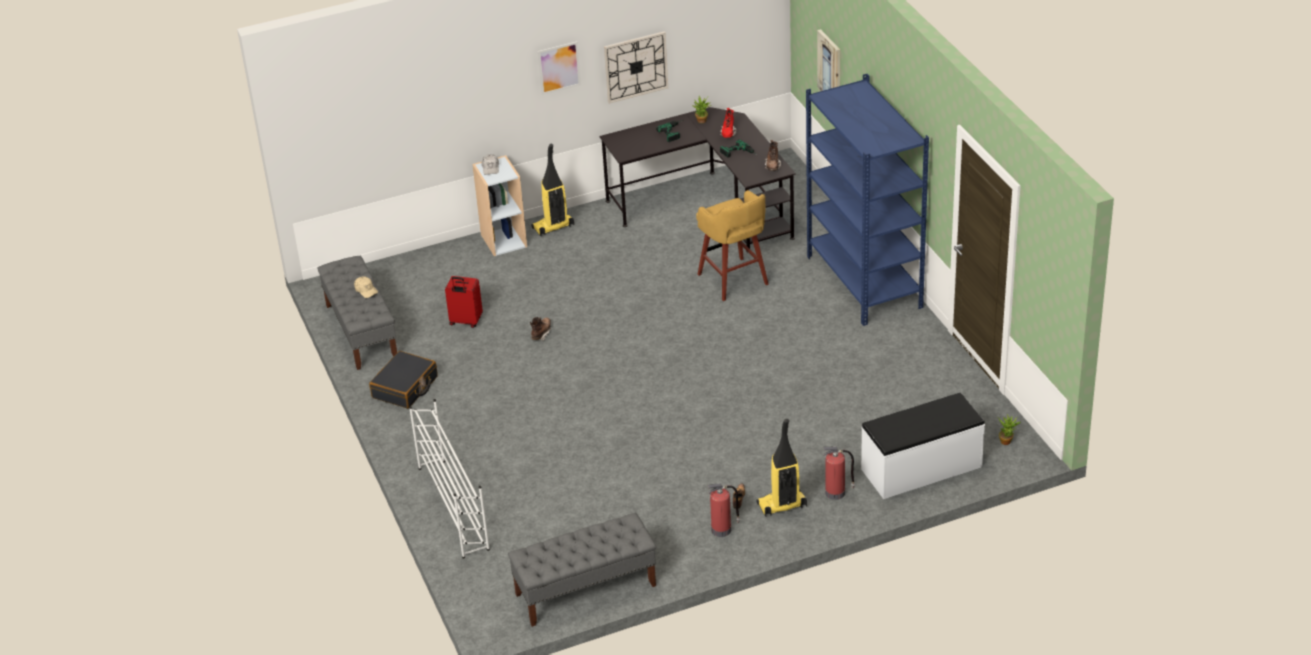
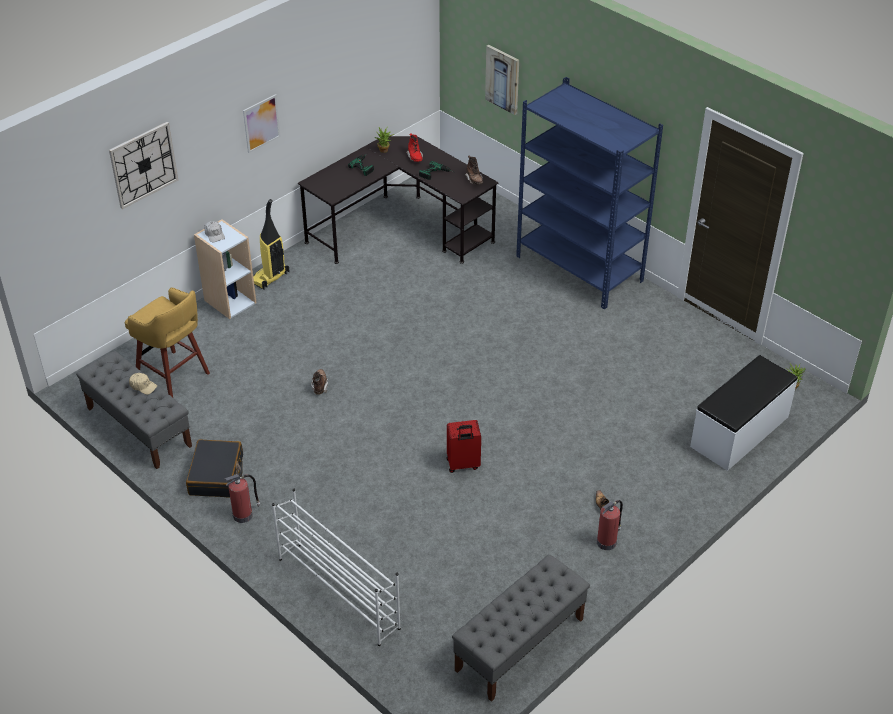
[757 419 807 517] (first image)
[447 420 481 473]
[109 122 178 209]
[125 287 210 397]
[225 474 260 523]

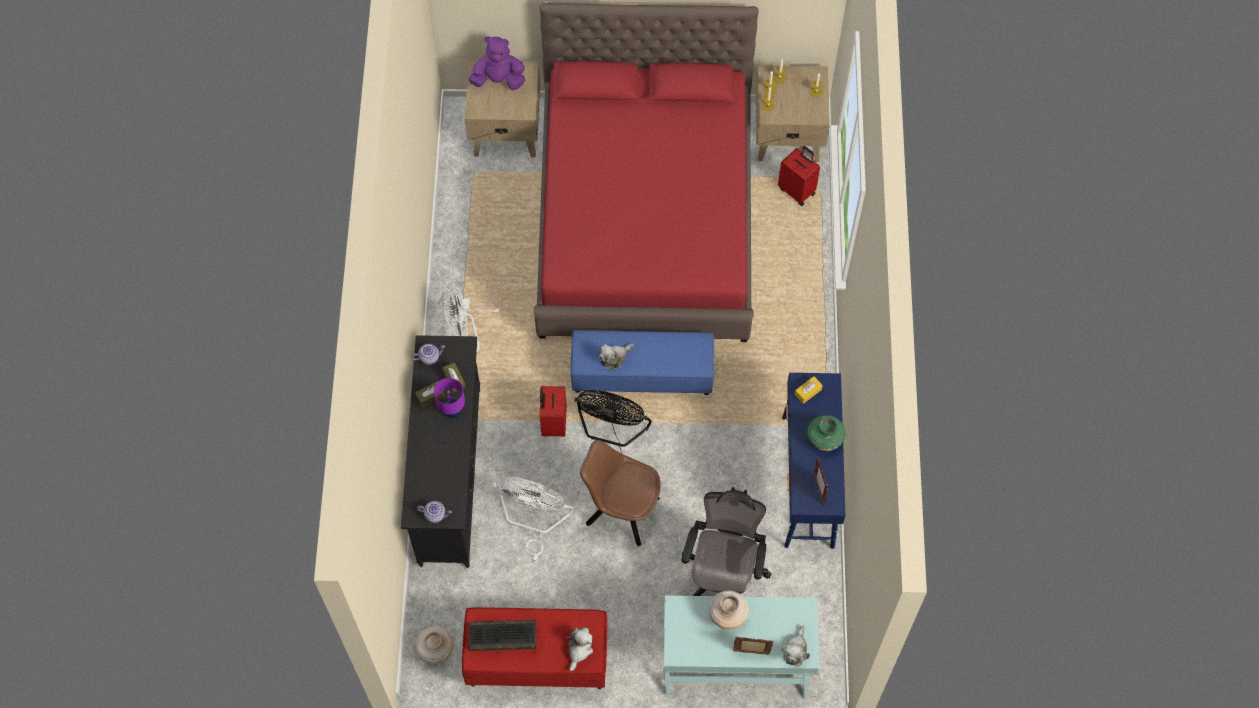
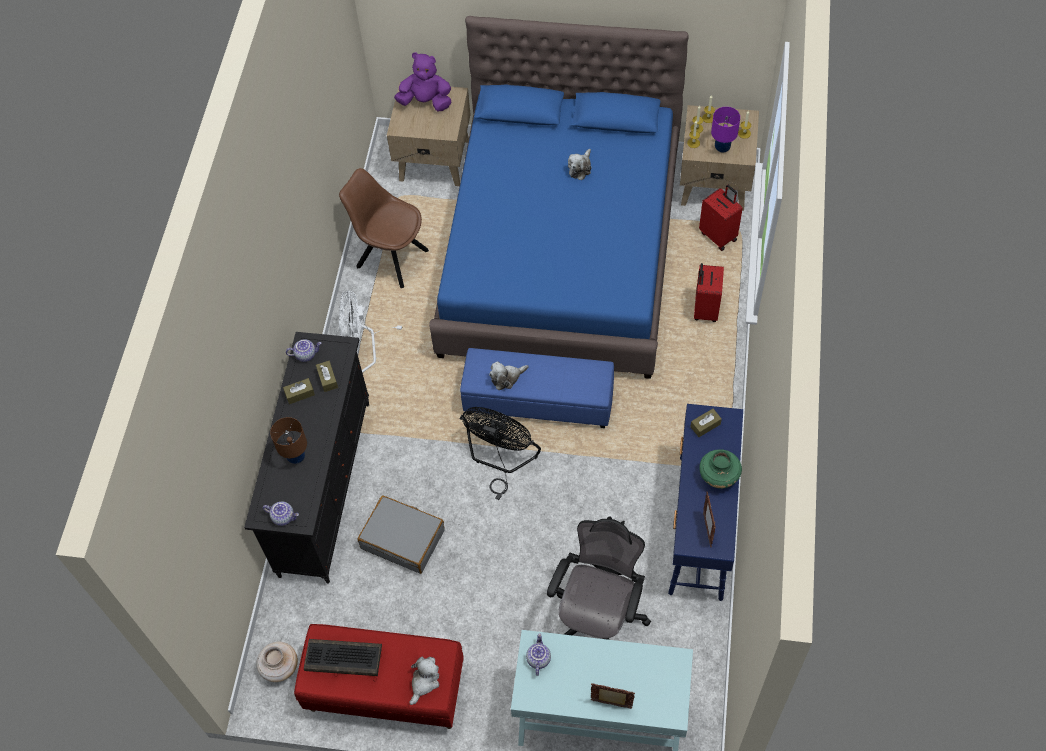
[709 591 749 629] (first image)
[270 417 307 464]
[526 633 551 676]
[711 107 740 152]
[694 263 724 322]
[339 168 429 288]
[568 149 592 180]
[357 496 445 574]
[429 16 689 379]
[690 409 722 437]

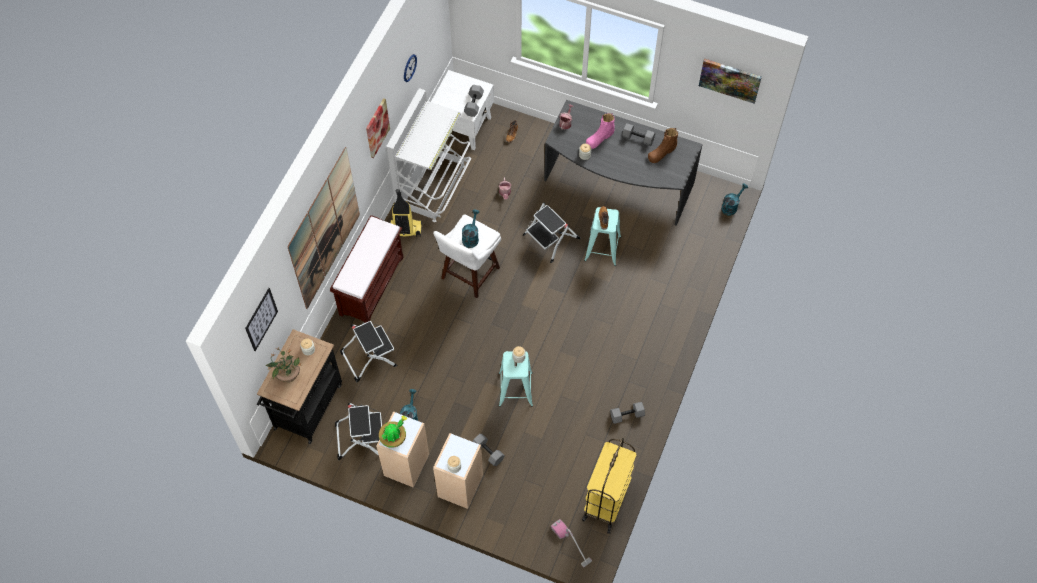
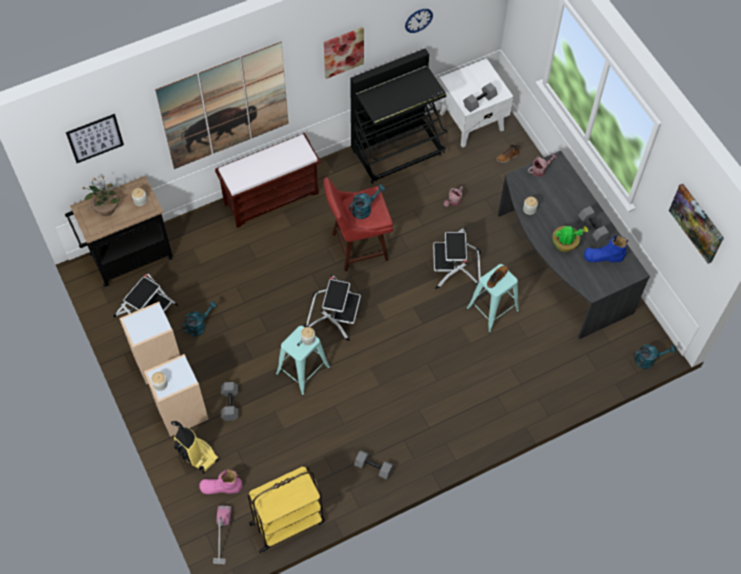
[305 275 361 341]
[552 226 589 252]
[171 421 219 474]
[199 470 242 494]
[350 49 447 184]
[324 177 393 272]
[584 235 628 263]

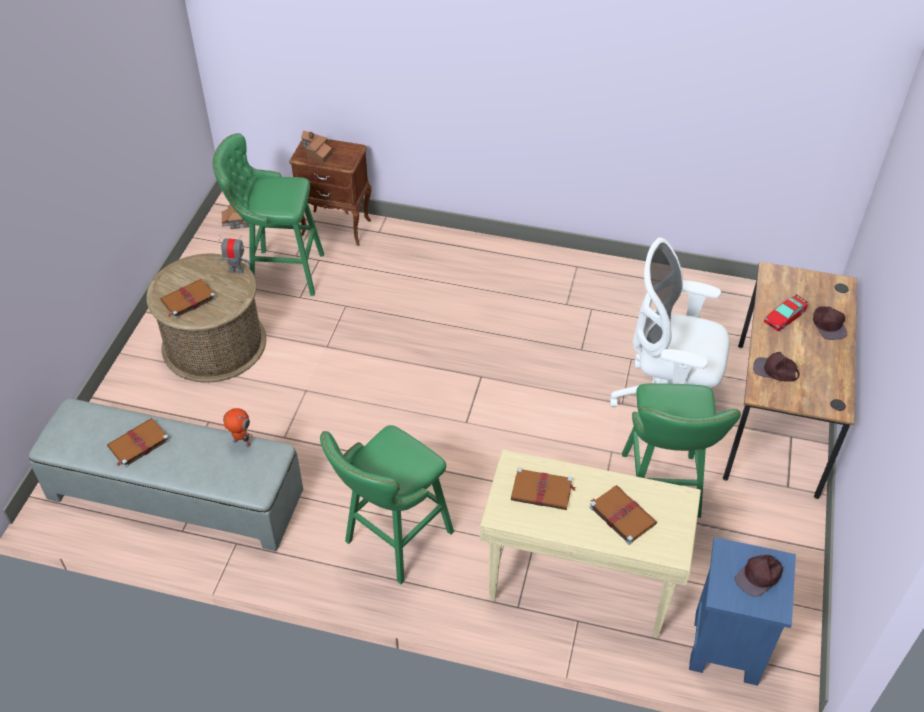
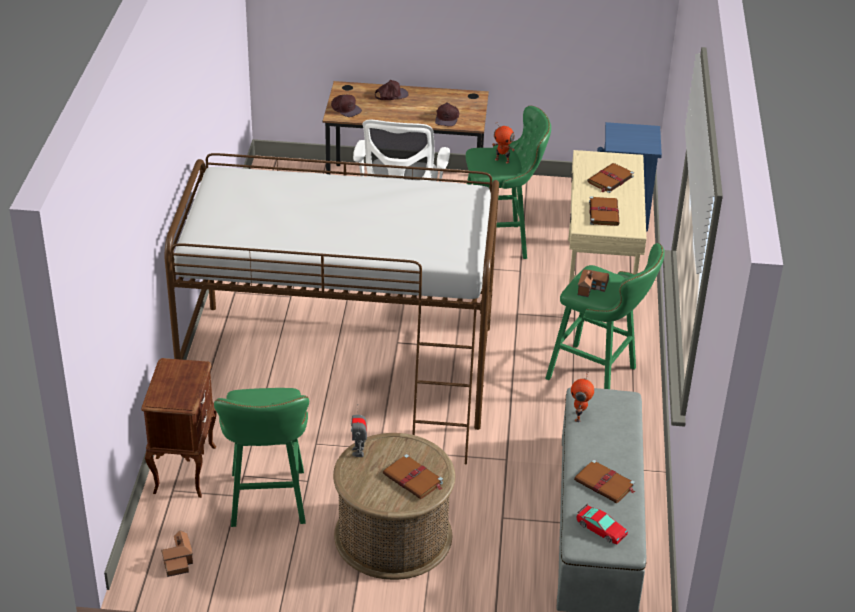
[165 153 499 465]
[492 121 515 164]
[578 270 609 297]
[331 94 362 117]
[576 504 628 544]

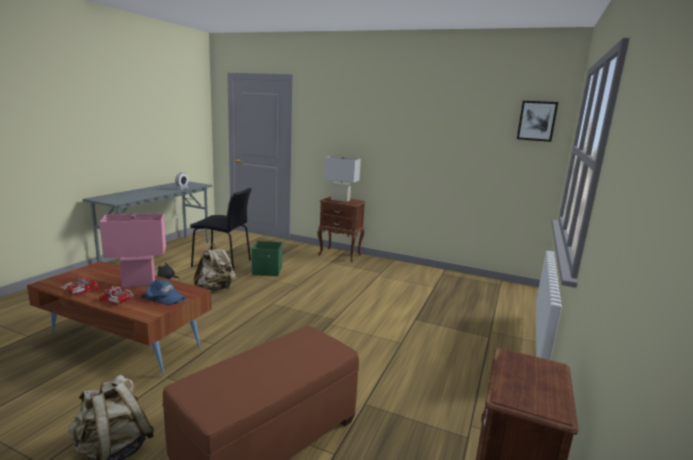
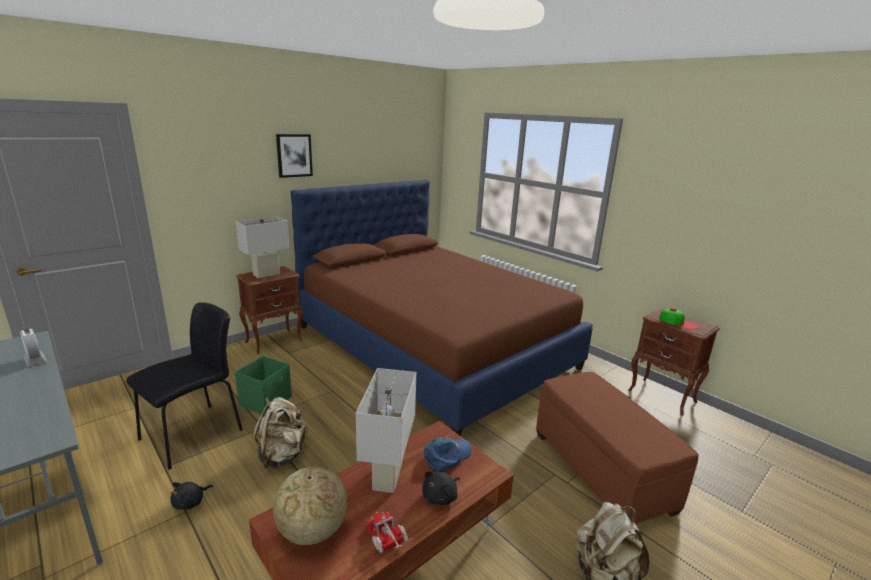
[273 467 347 545]
[291 180 593 436]
[659 308 698 330]
[276 134 313 178]
[422 471 460 505]
[356 368 416 493]

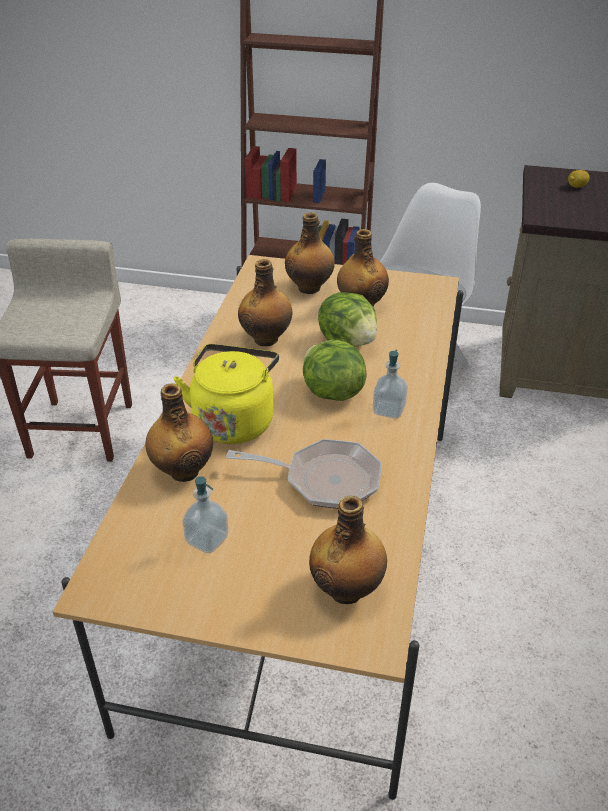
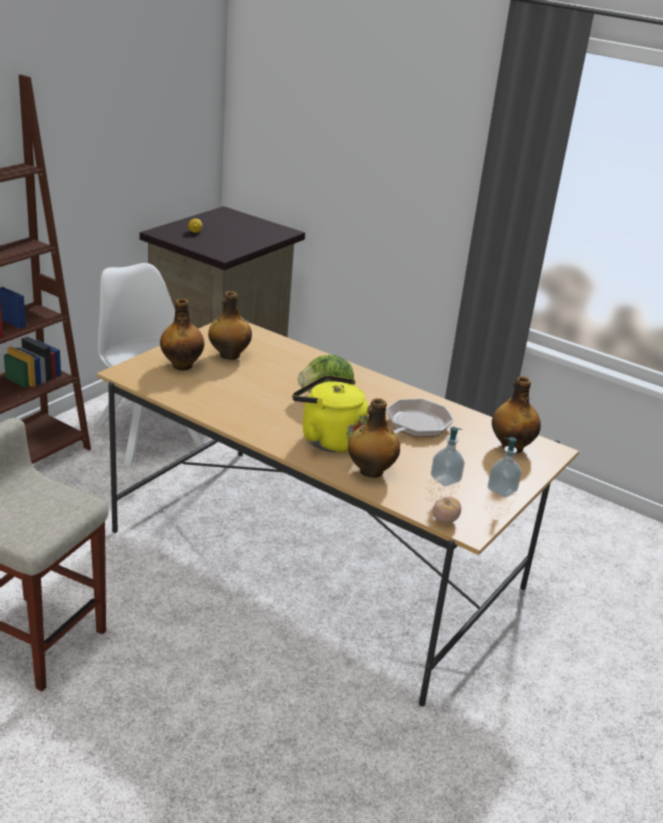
[238 259 292 346] (first image)
[318 292 377 347] (first image)
[433 497 461 523]
[488 437 522 498]

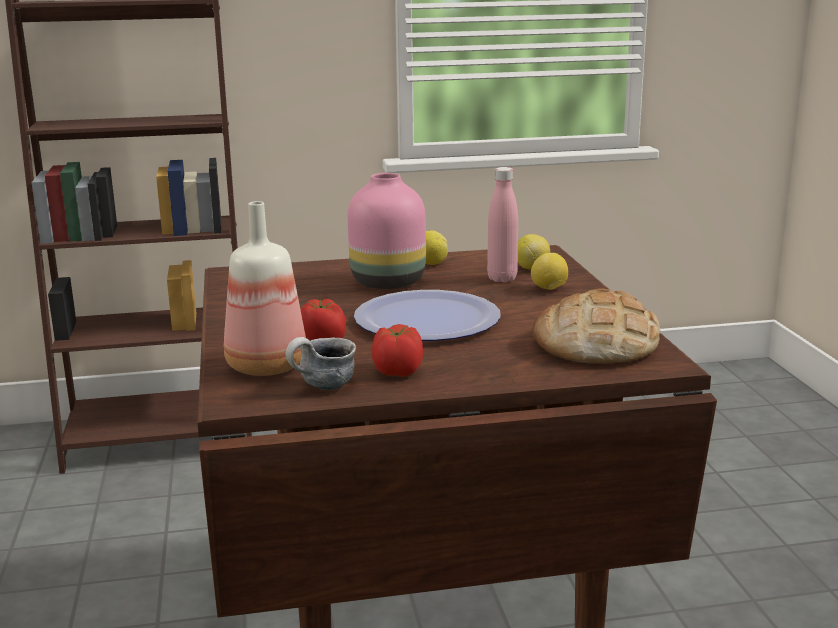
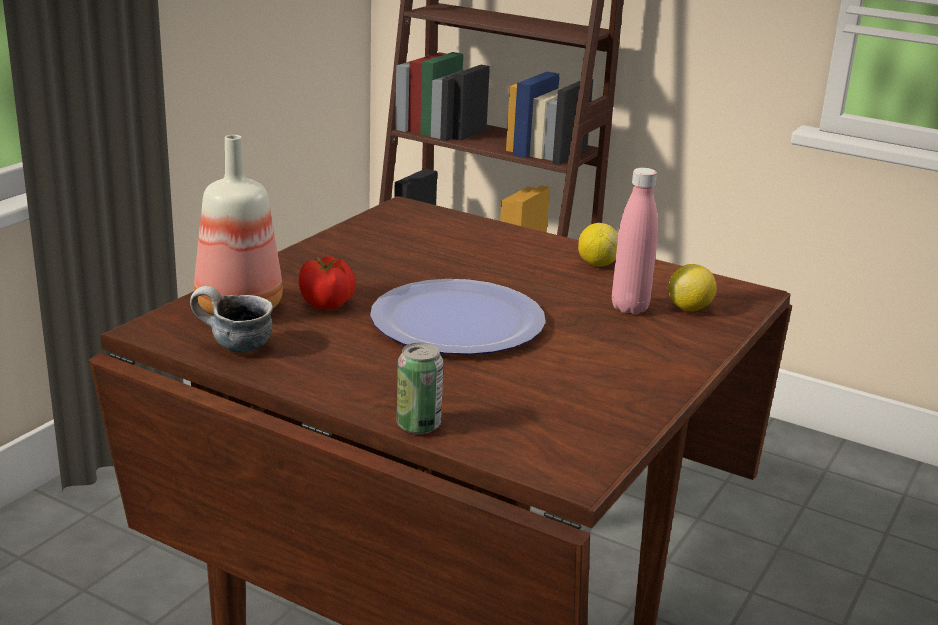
[348 173 426 289] (first image)
[372 324 423 377] (first image)
[531 253 568 290] (first image)
[532 288 660 364] (first image)
[397 342 443 434]

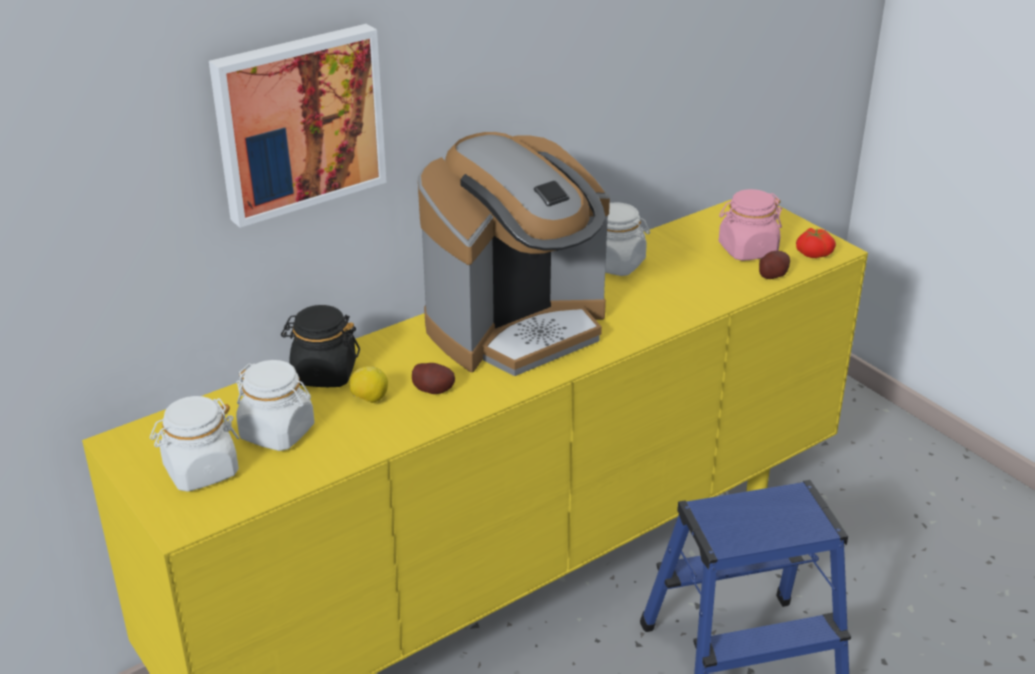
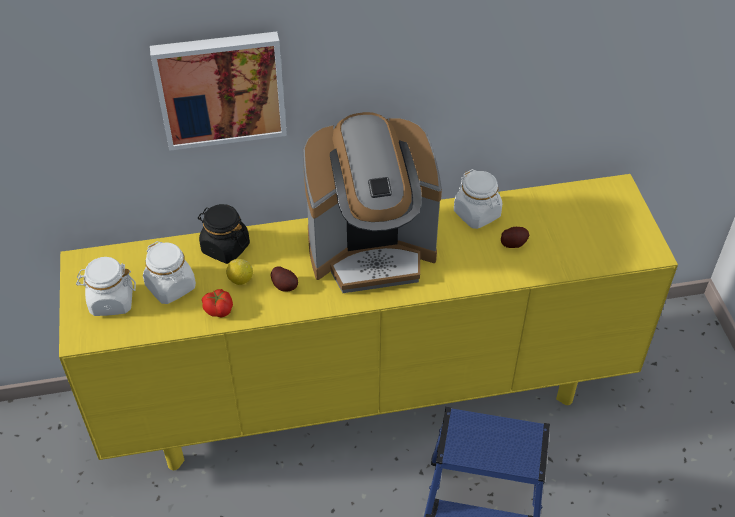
[719 189 782 261] (first image)
[501 227 529 248]
[202 289 233 318]

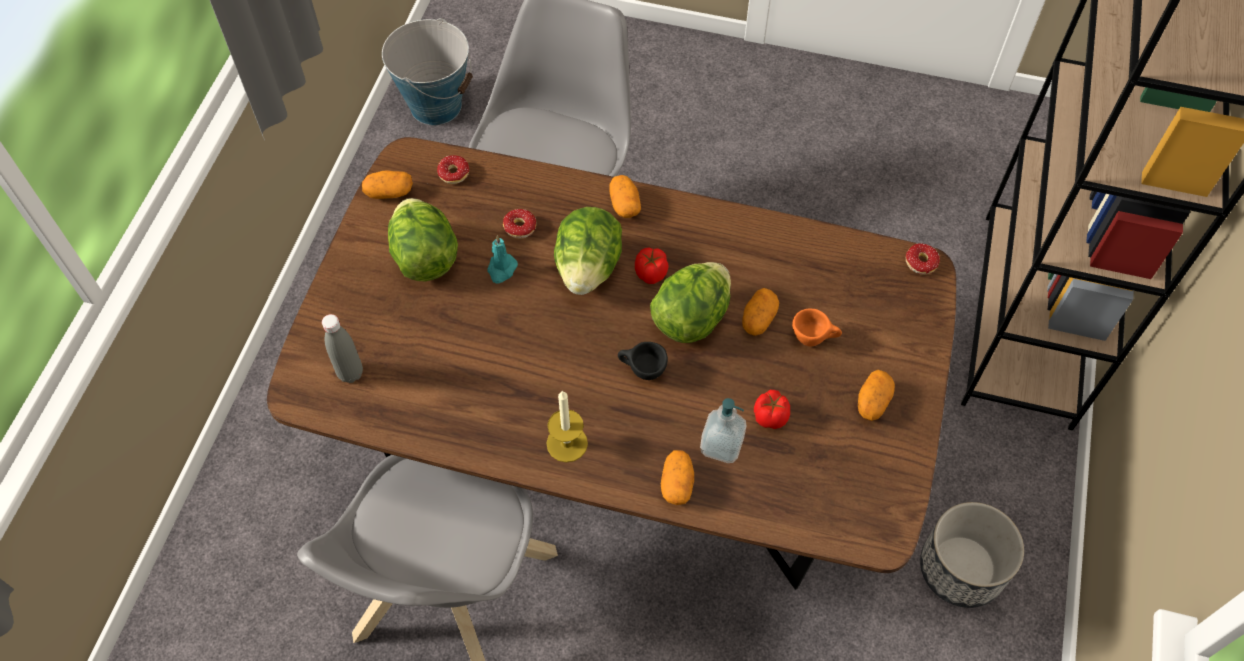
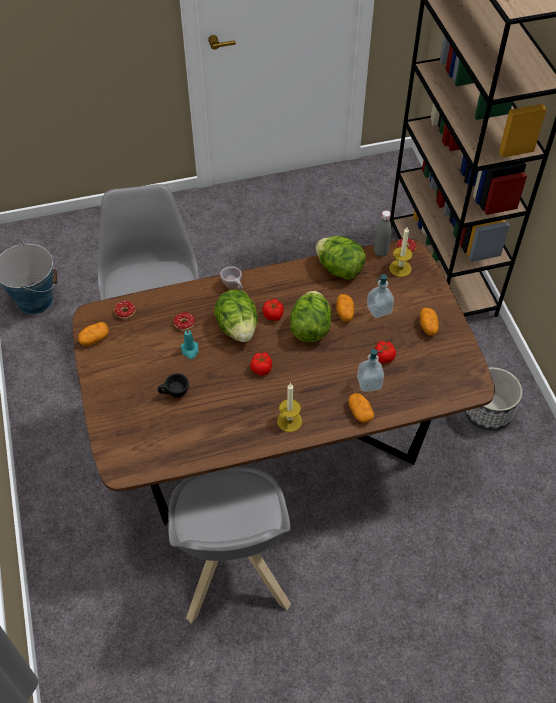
[250 352 272 376]
[389 227 413 277]
[374 210 392 257]
[315 236 366 280]
[157 373 189 397]
[220 266 243 290]
[367 274 394 318]

